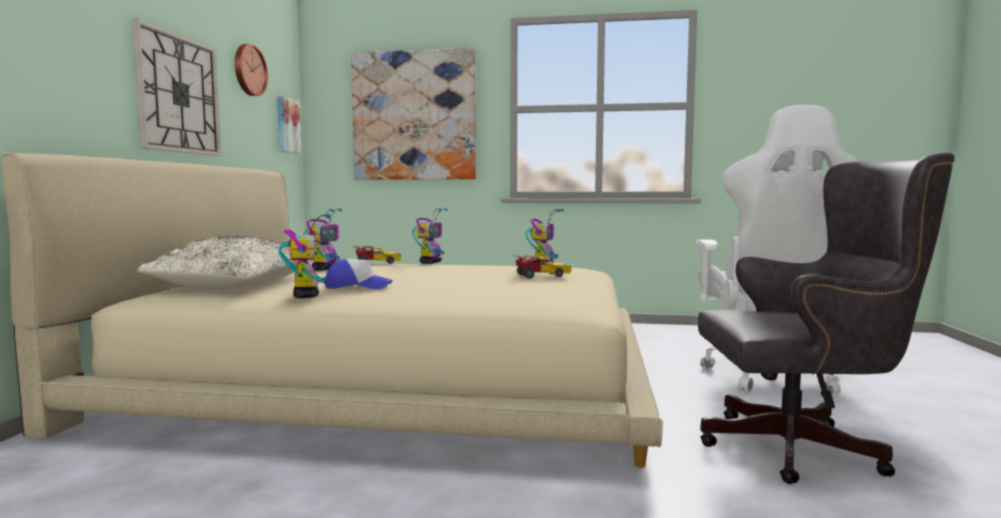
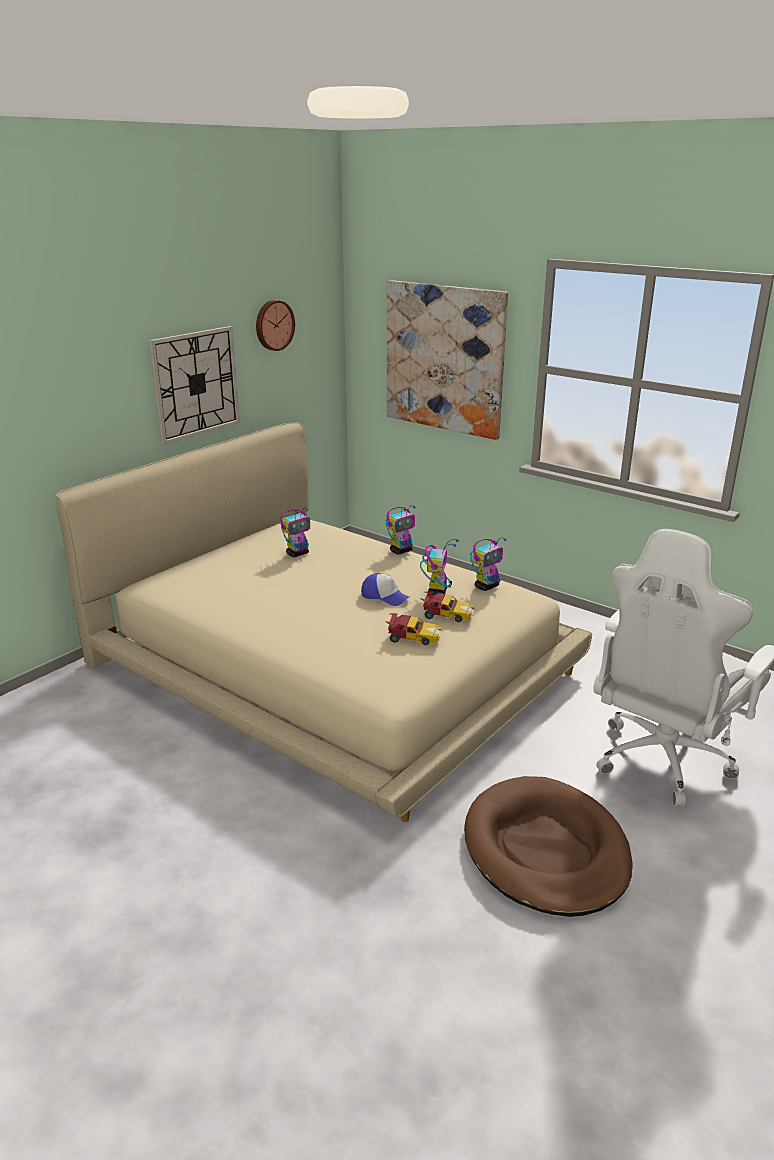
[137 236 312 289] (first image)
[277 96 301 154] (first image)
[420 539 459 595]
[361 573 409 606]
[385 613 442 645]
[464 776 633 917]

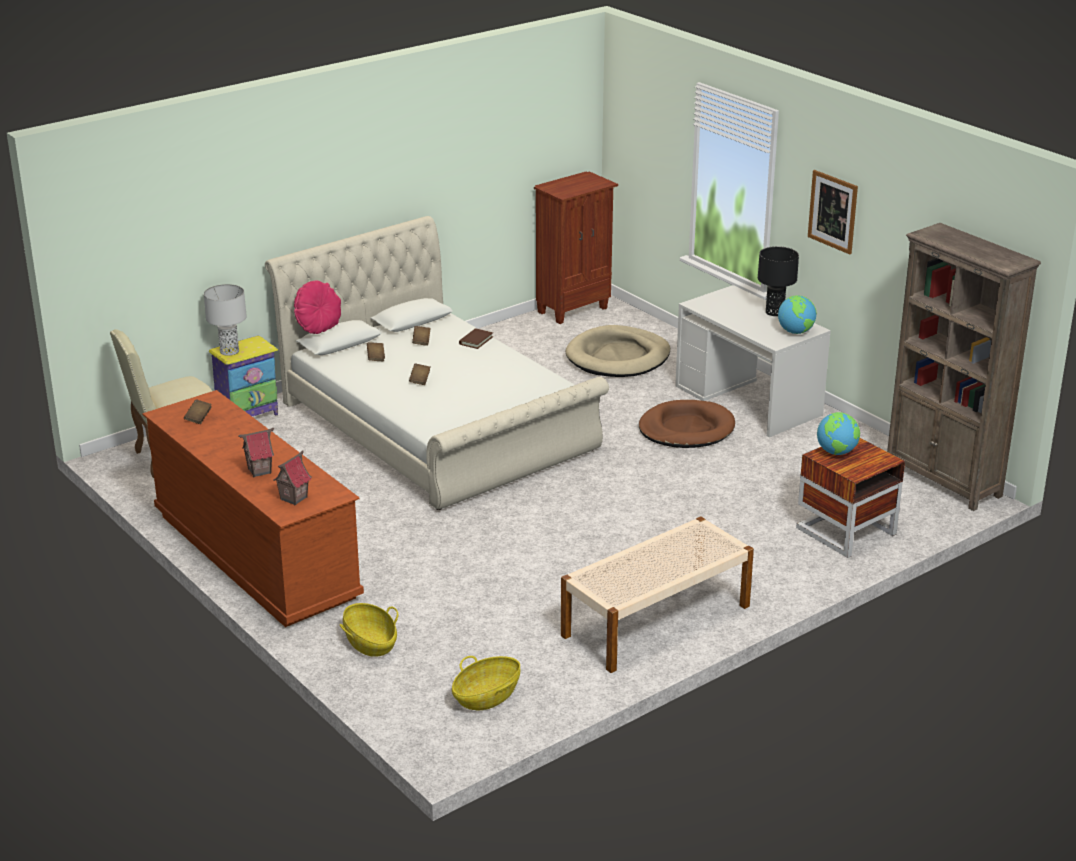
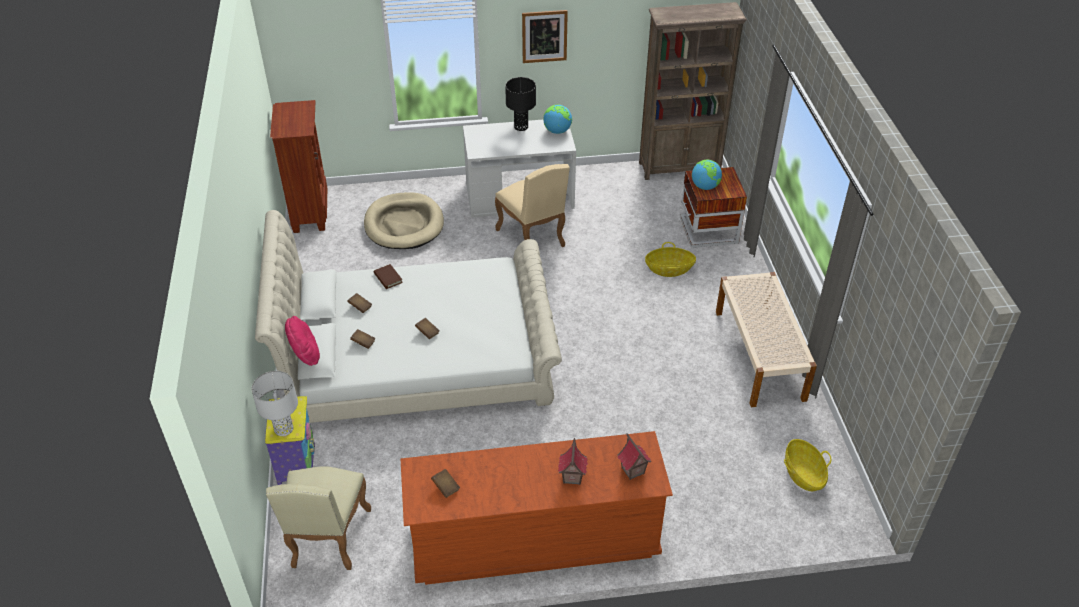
[645 242 696 277]
[495 164 570 247]

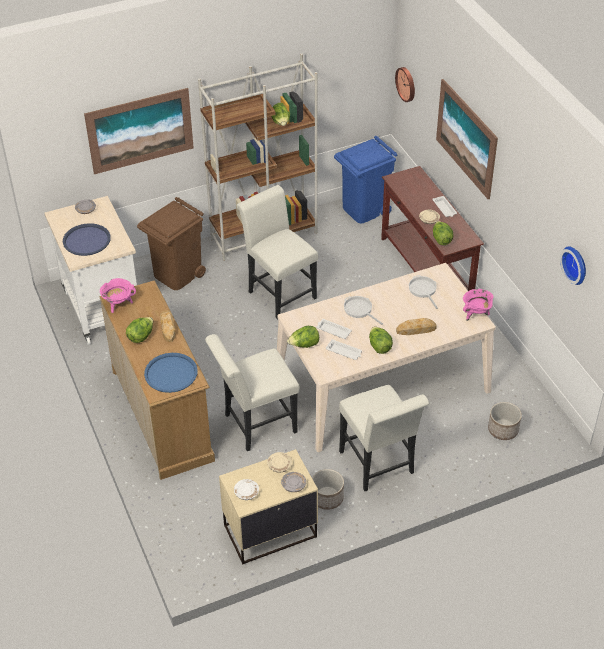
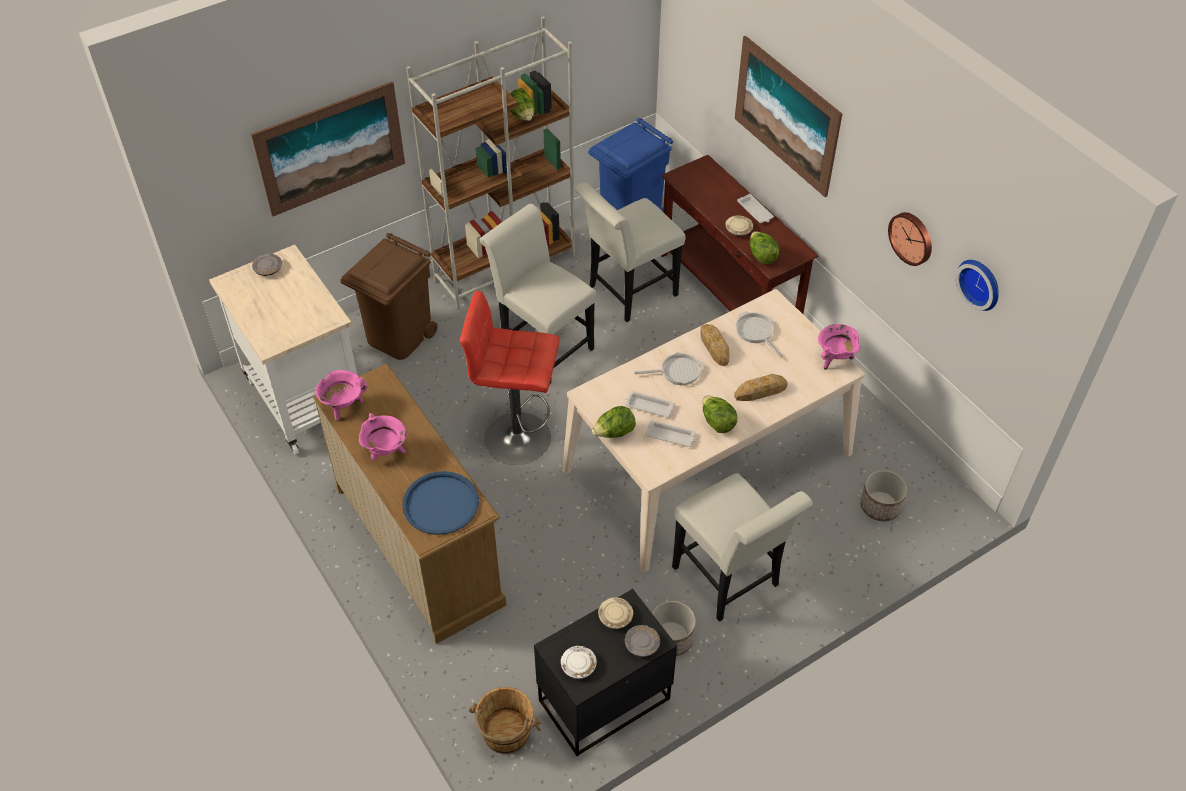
[63 223 111 256] (first image)
[460 291 560 465]
[469 687 541 754]
[700 324 729 366]
[575 182 686 322]
[888 212 932 266]
[359 413 407 460]
[534 589 677 756]
[634 352 704 385]

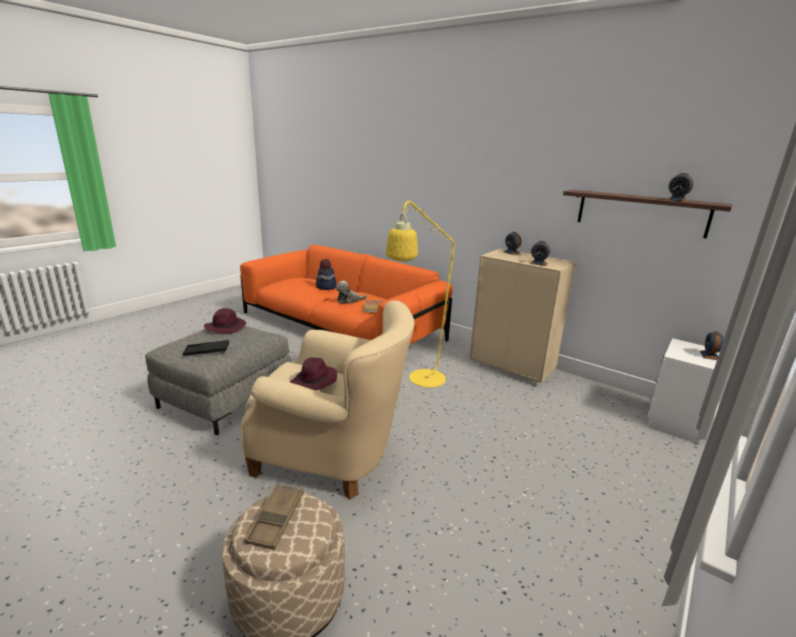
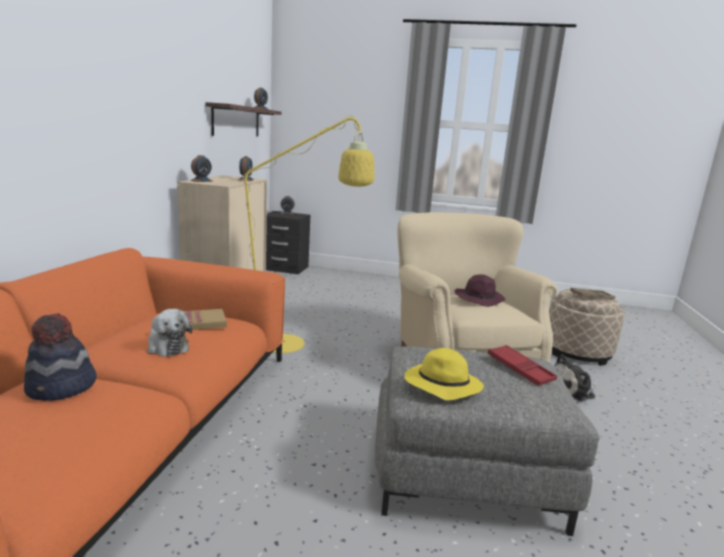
[554 354 595 401]
[488 345 557 386]
[404 348 484 400]
[266 211 310 274]

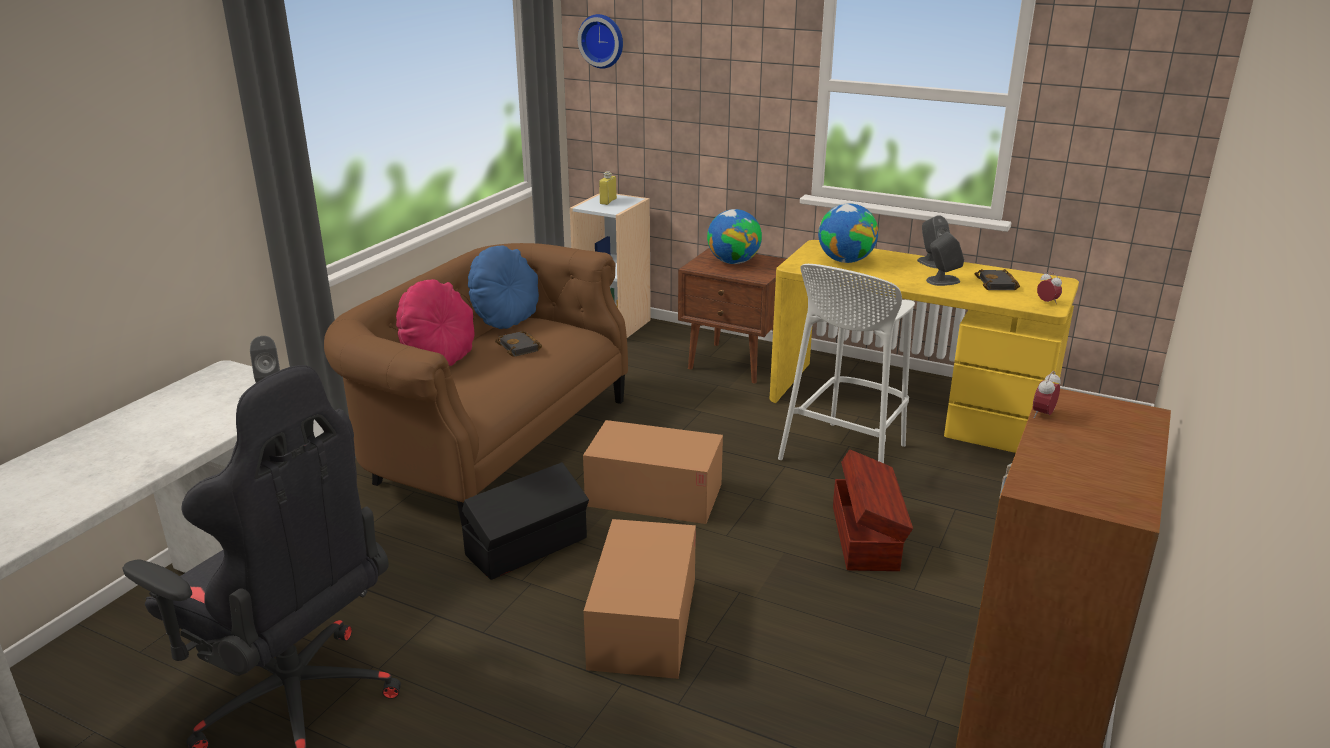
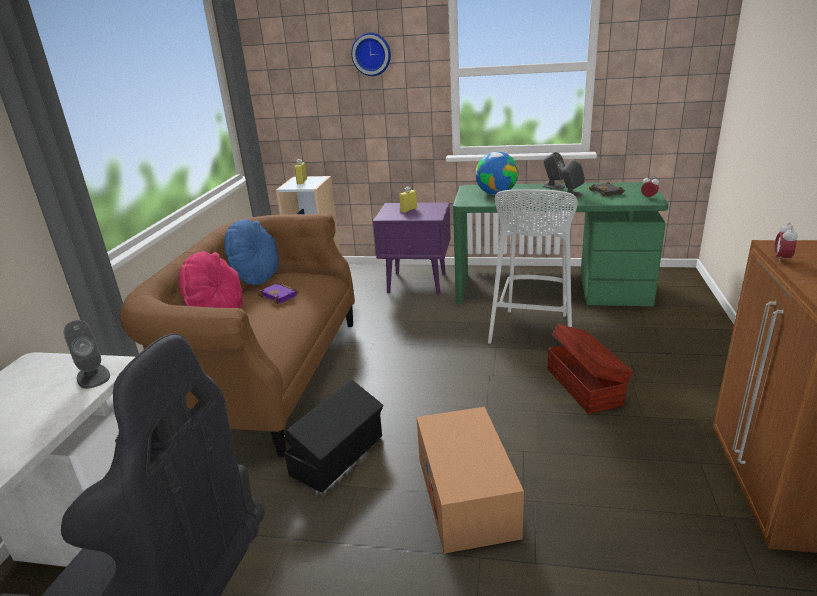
[583 420 723 524] (first image)
[351 32 391 76]
[399 187 417 213]
[258 283 298 304]
[373 202 451 294]
[453 182 669 306]

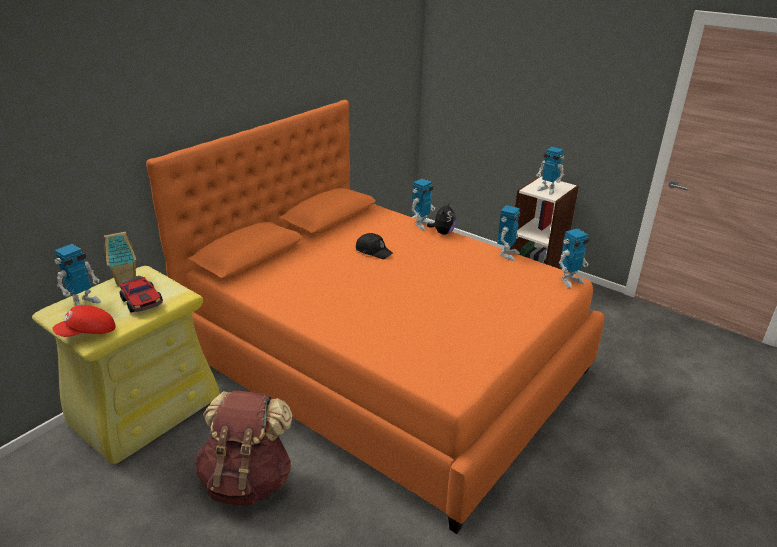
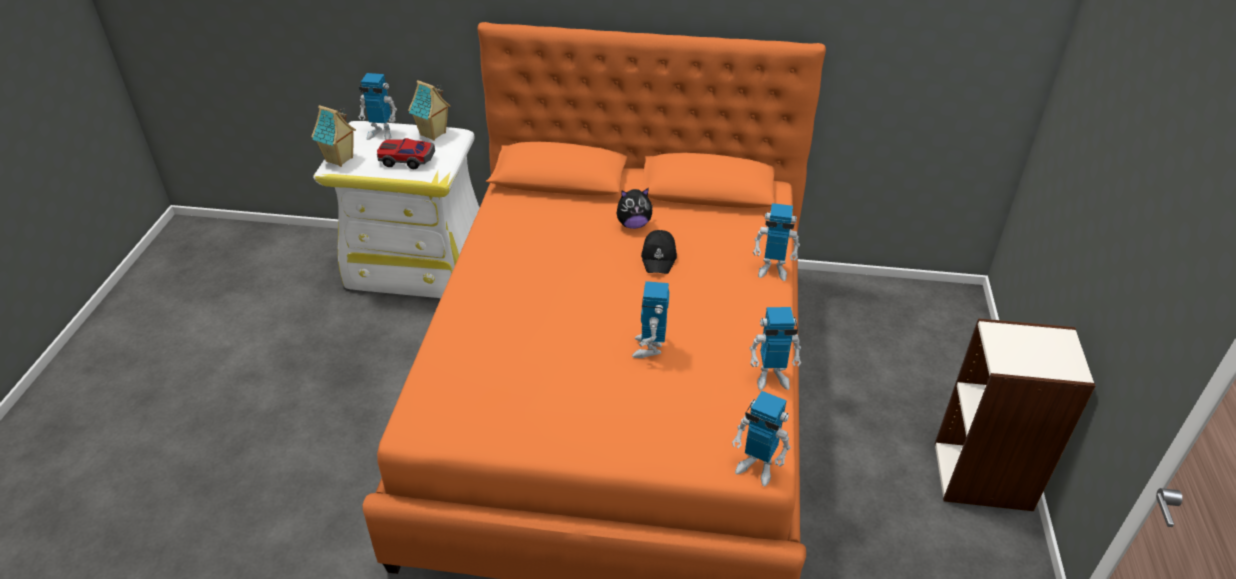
[195 390 292 506] (first image)
[616 188 653 229]
[632 281 670 358]
[312 105 356 167]
[313 121 480 298]
[377 138 435 169]

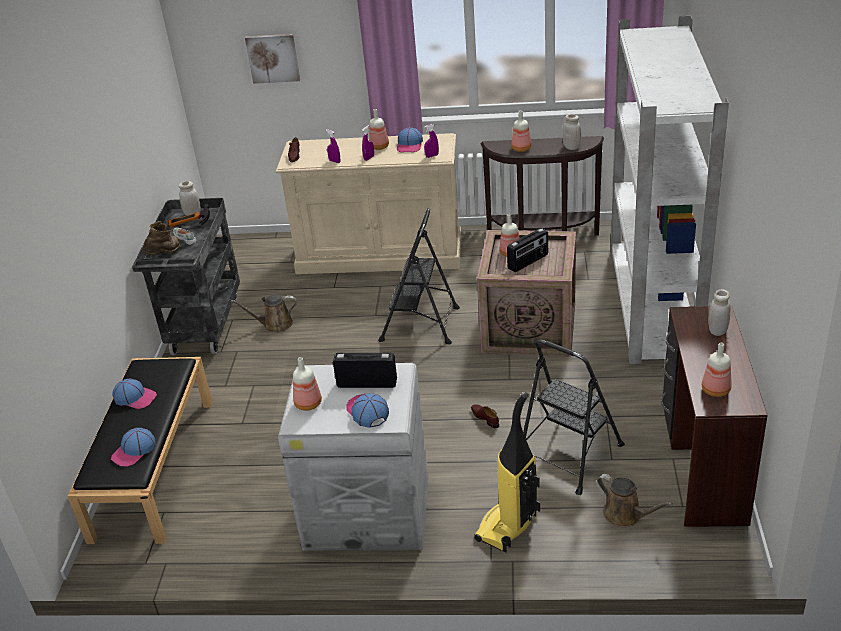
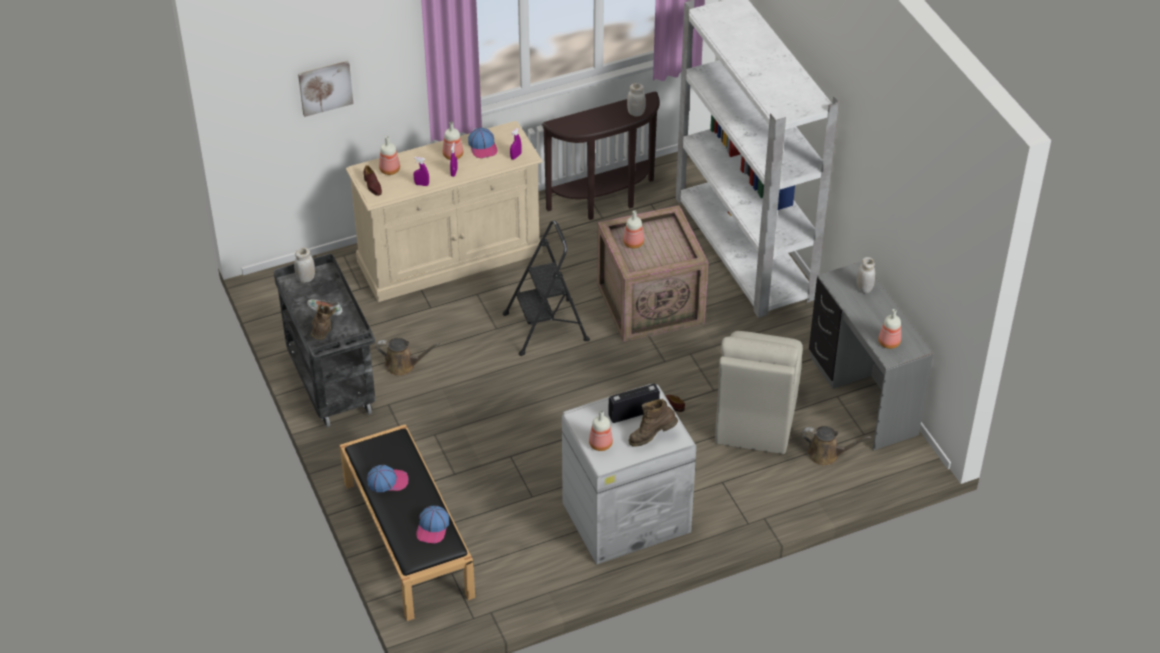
[168 204 210 227] (first image)
[474 392 540 552] (first image)
[507 228 548 272] (first image)
[379 136 400 175]
[628 399 678 447]
[715 331 803 454]
[809 261 933 450]
[375 338 440 376]

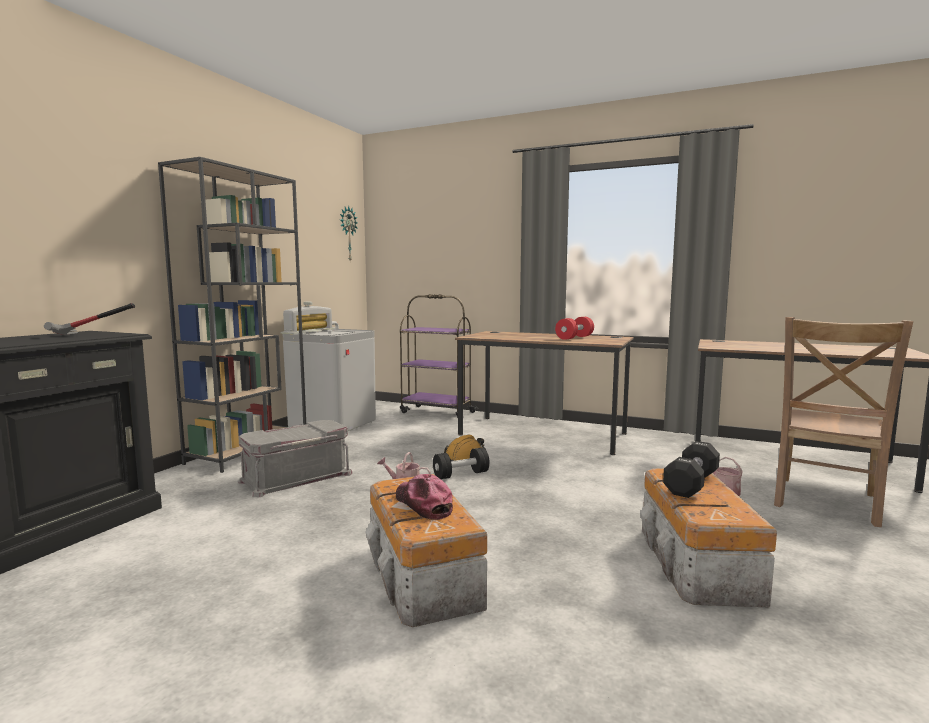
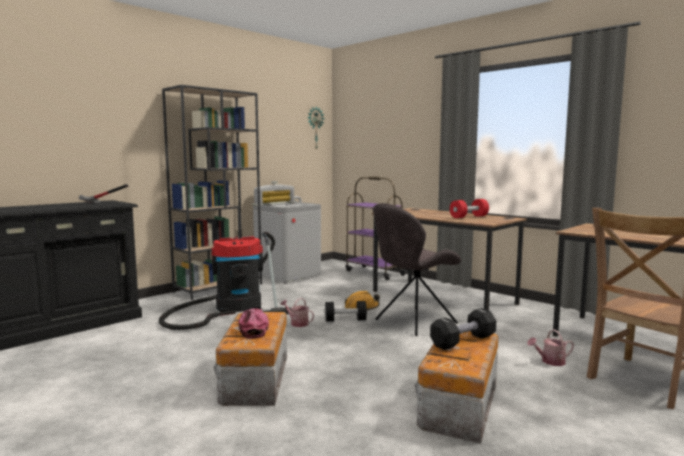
[373 203 462 336]
[159 232 292 330]

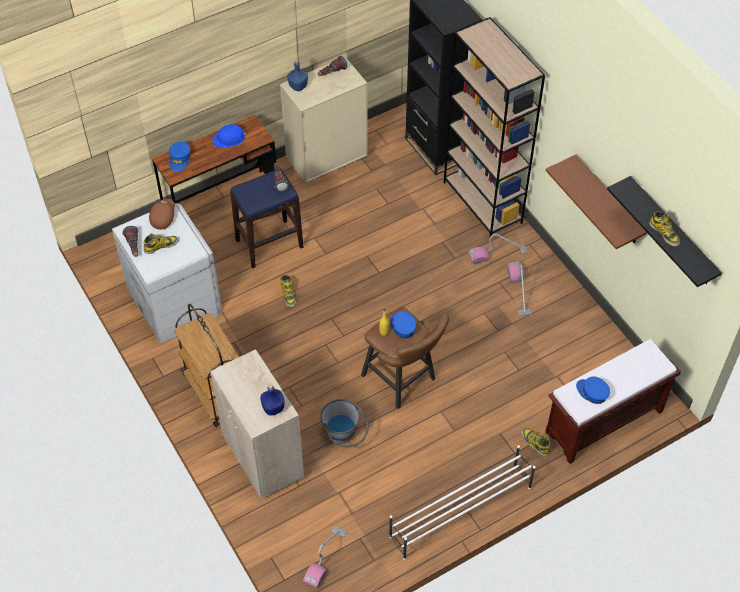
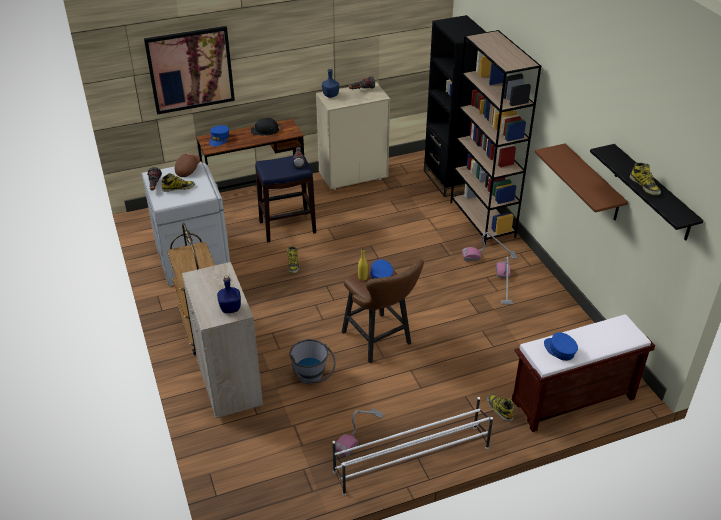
[144 26 235 115]
[335 408 384 457]
[251 118 281 136]

